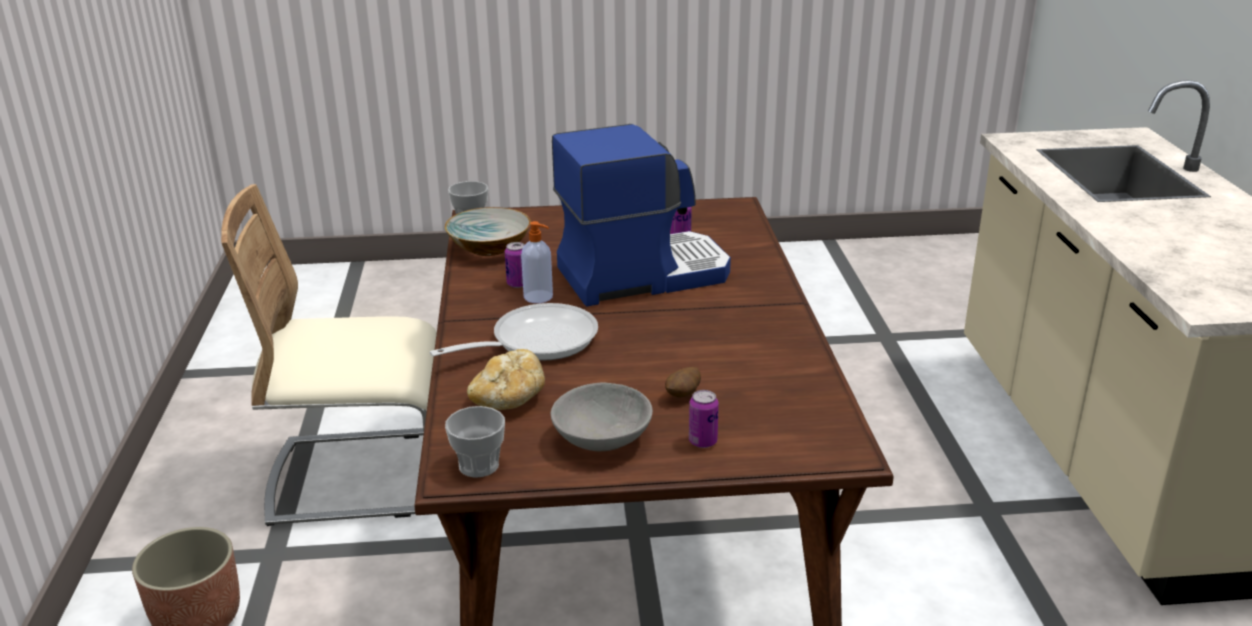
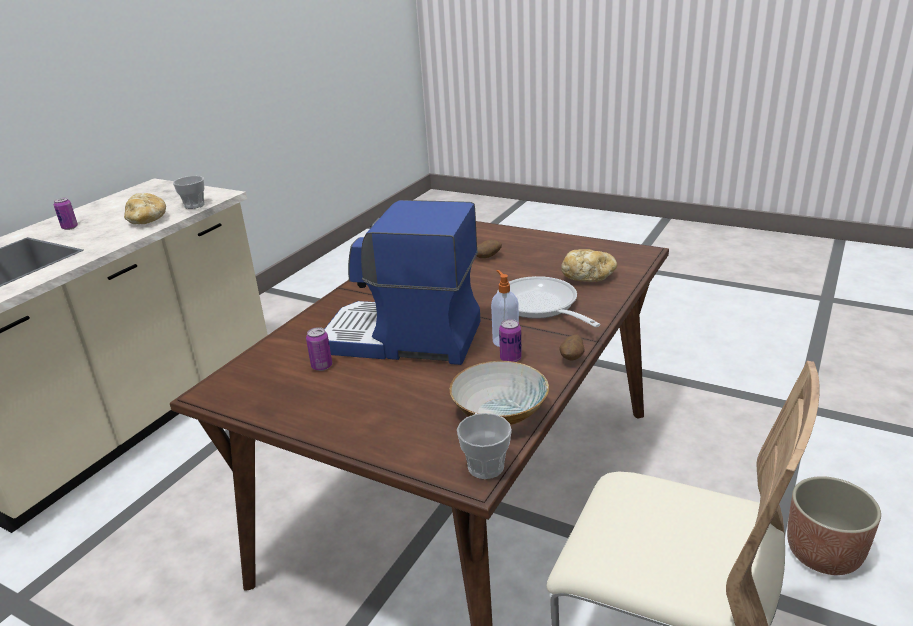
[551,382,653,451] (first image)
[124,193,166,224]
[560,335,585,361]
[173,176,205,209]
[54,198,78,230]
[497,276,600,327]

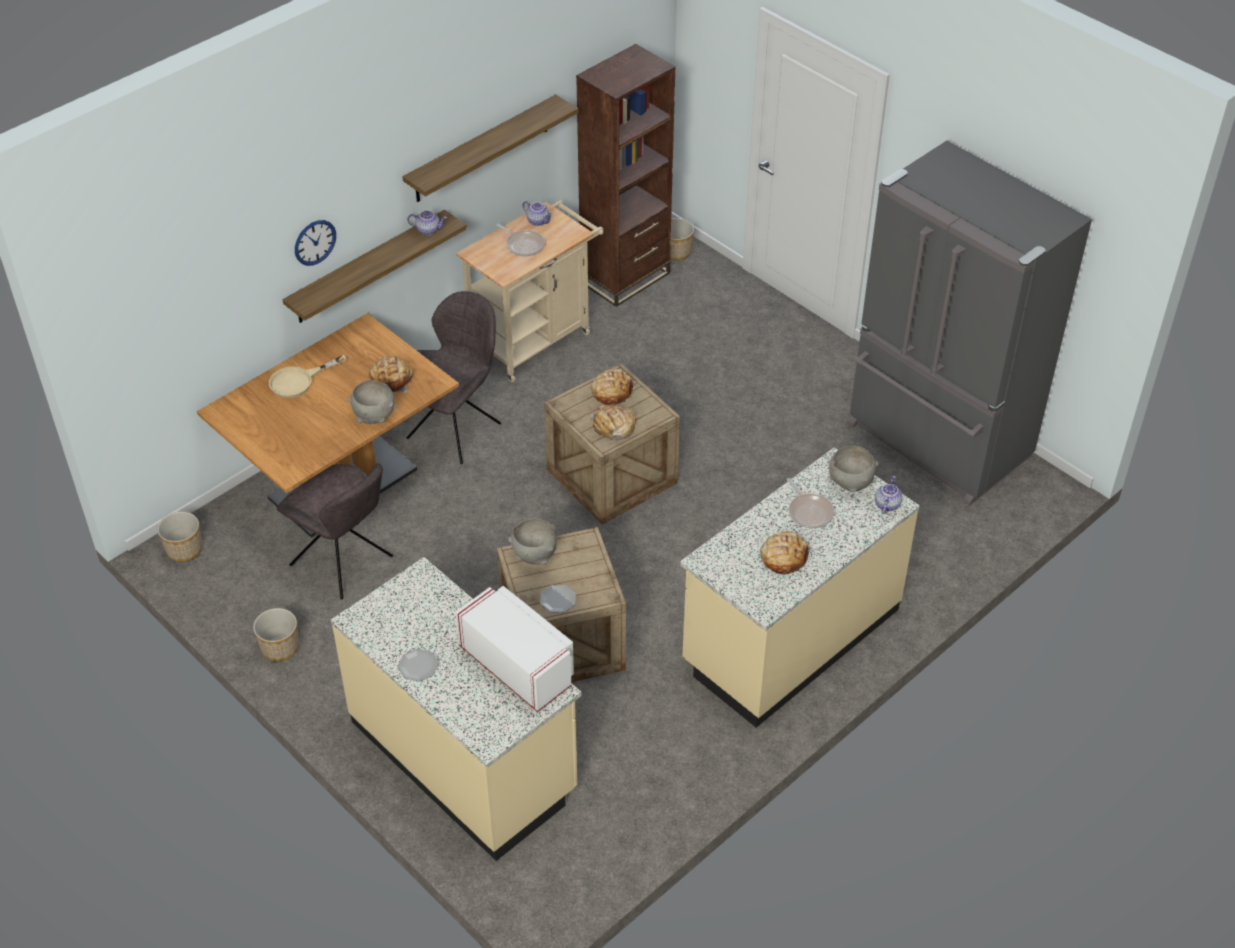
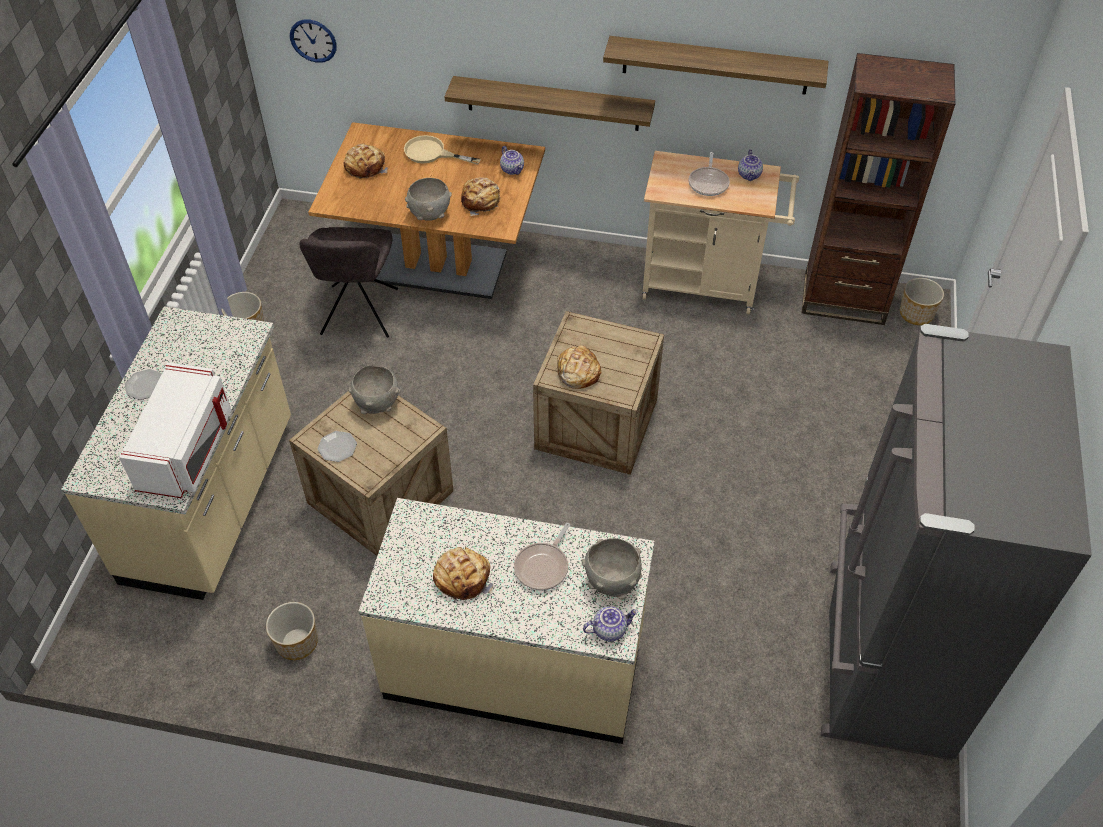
[407,291,501,464] (first image)
[266,602,318,660]
[290,19,337,63]
[500,146,524,175]
[343,143,388,179]

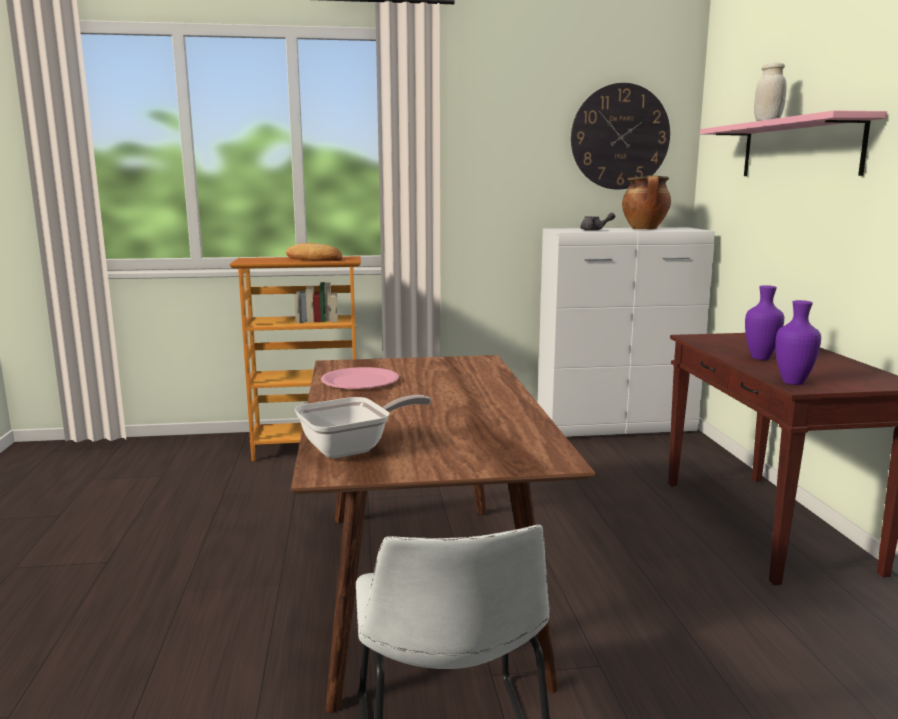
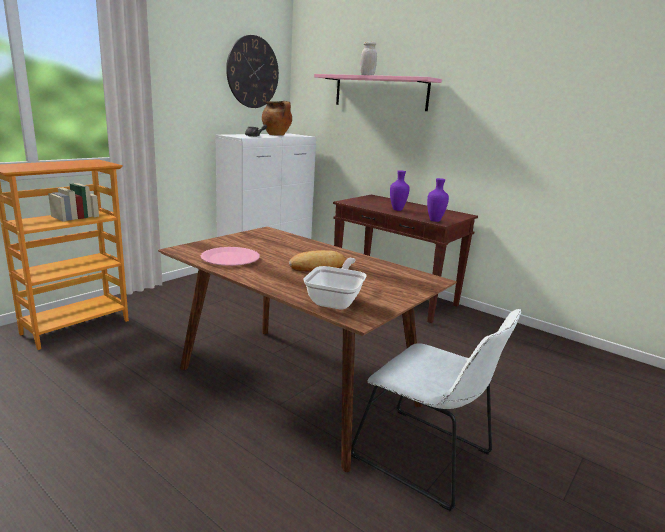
[289,250,346,271]

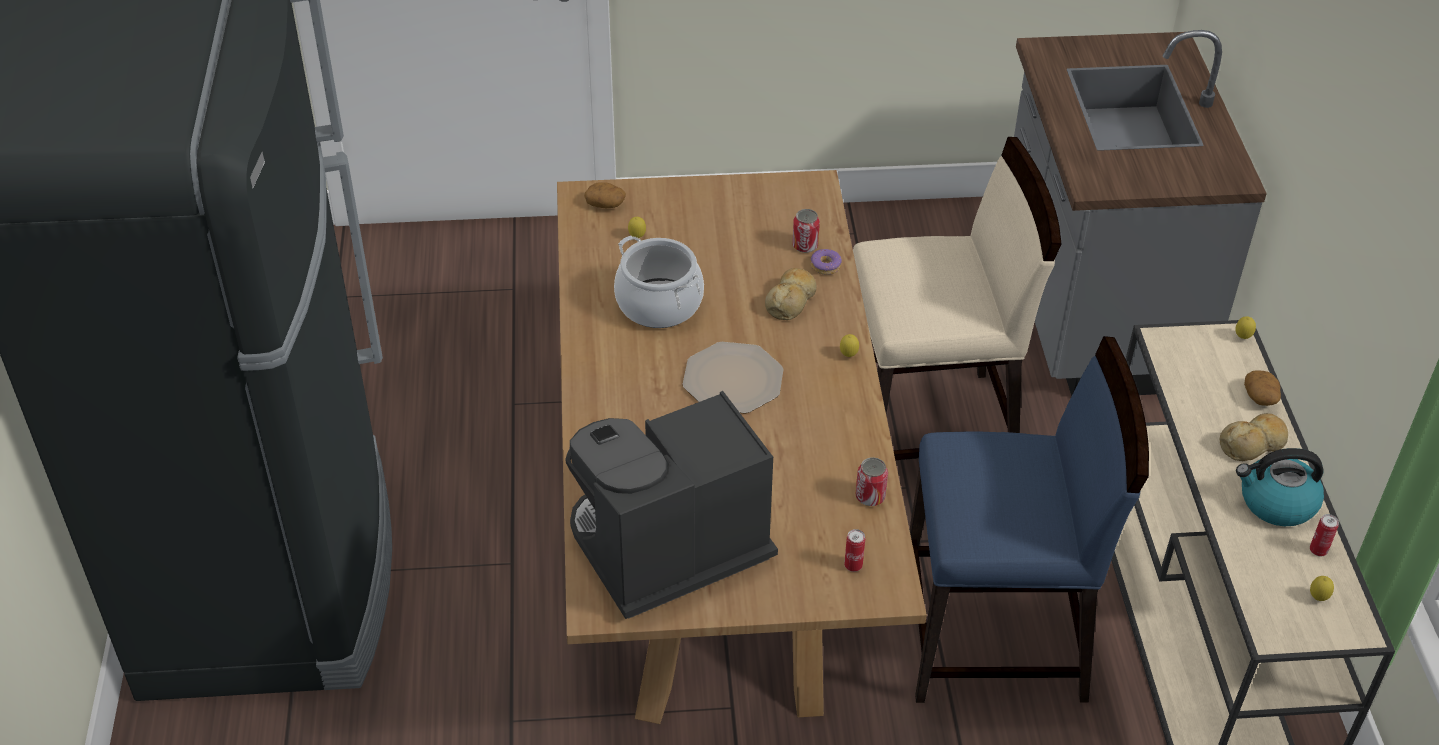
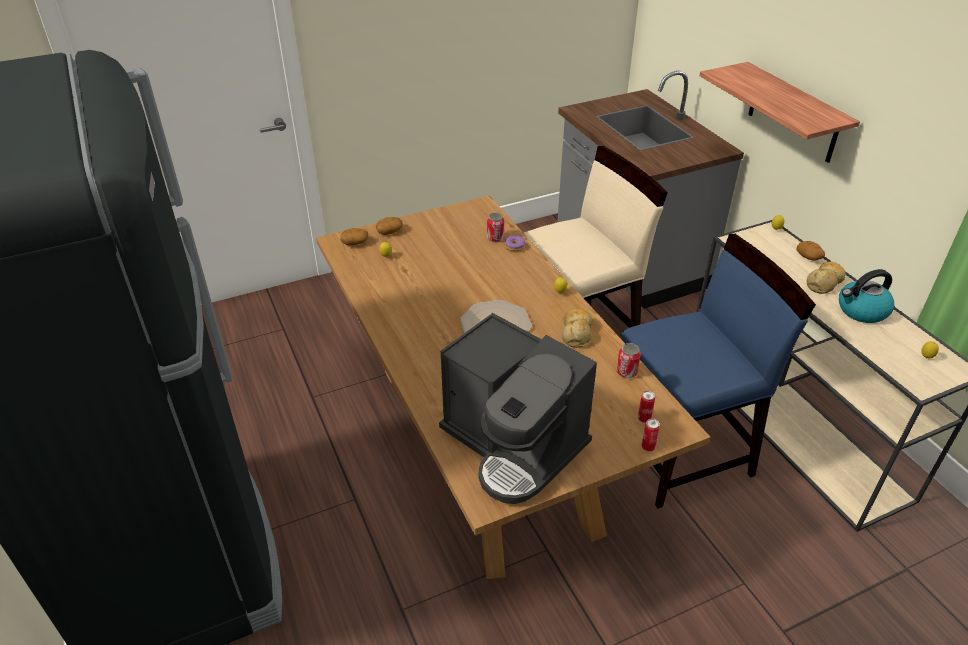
[614,236,704,328] (first image)
[376,217,402,235]
[699,62,860,163]
[562,308,592,348]
[642,418,660,451]
[439,313,597,504]

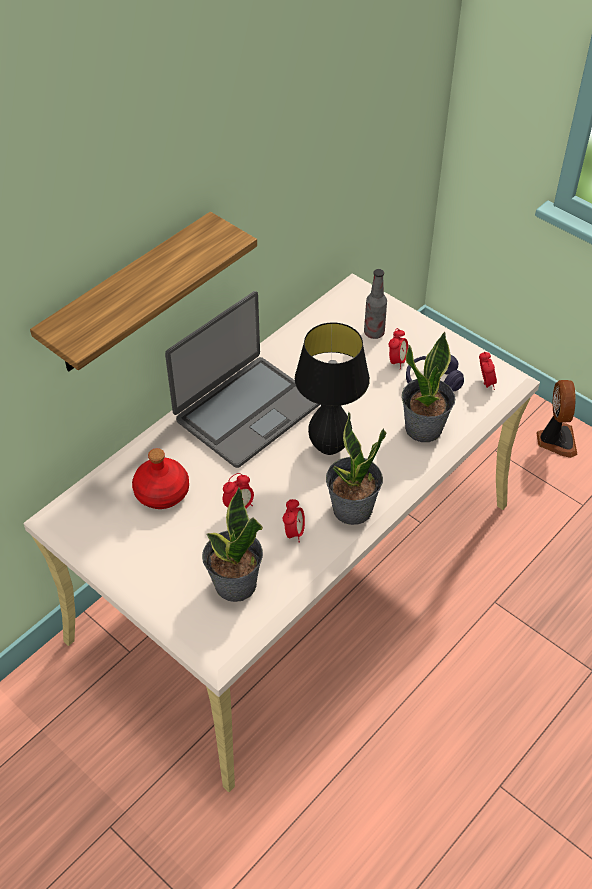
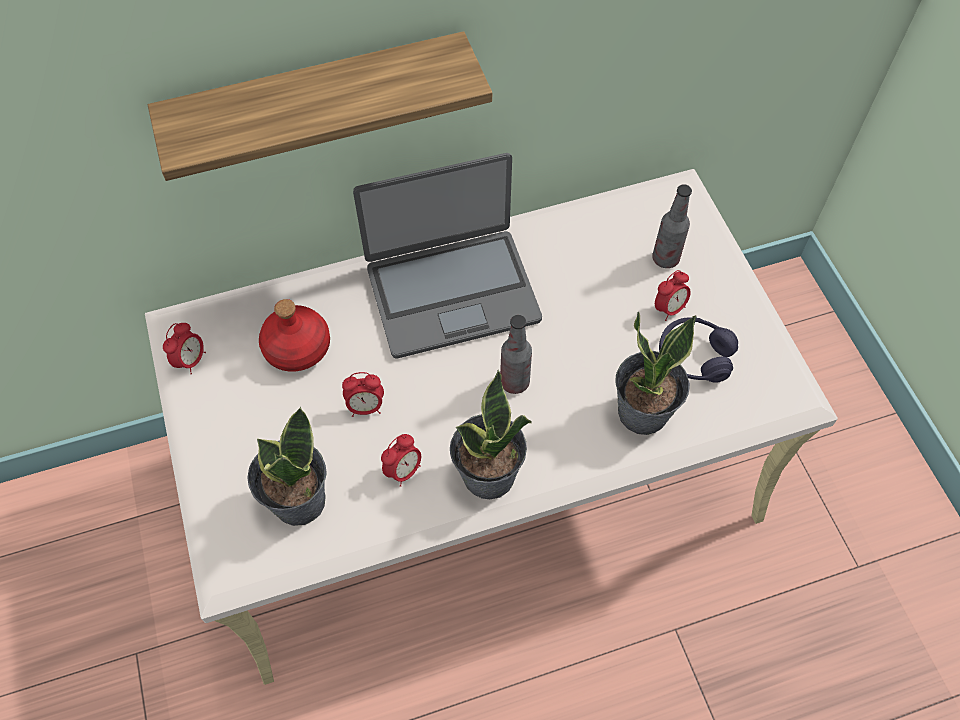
[536,380,578,458] (first image)
[163,323,206,374]
[500,315,532,394]

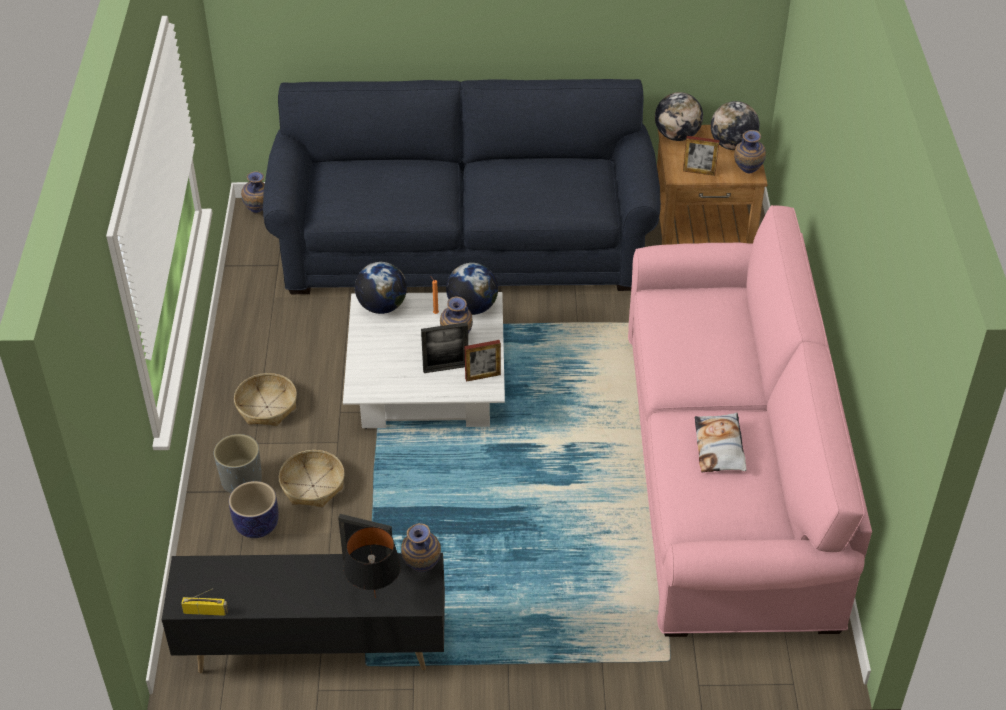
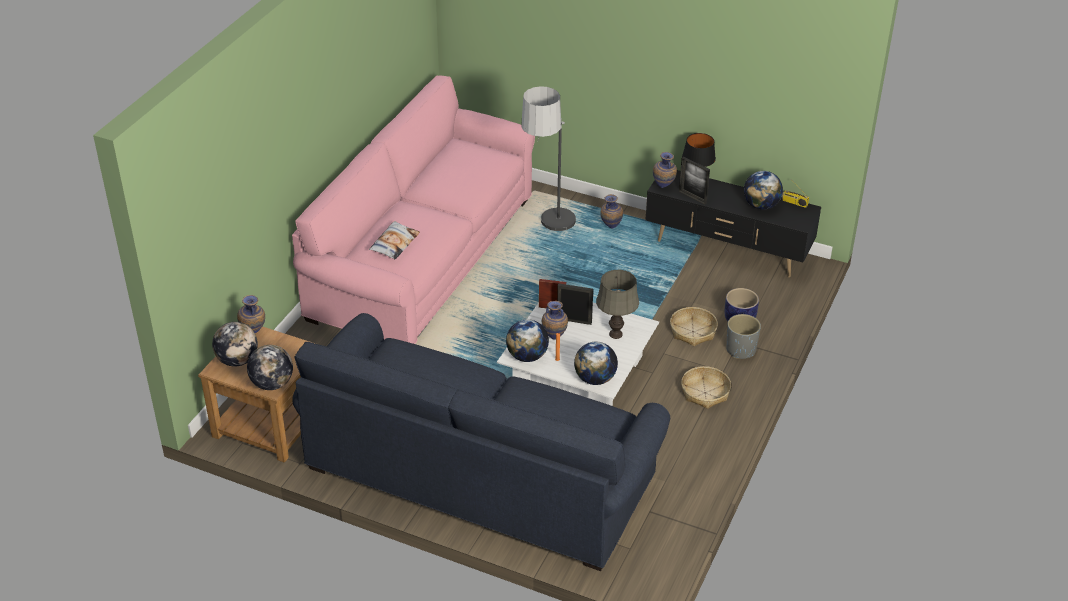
[683,136,720,176] (first image)
[521,86,576,231]
[596,270,639,339]
[744,171,783,210]
[600,194,623,229]
[369,221,420,260]

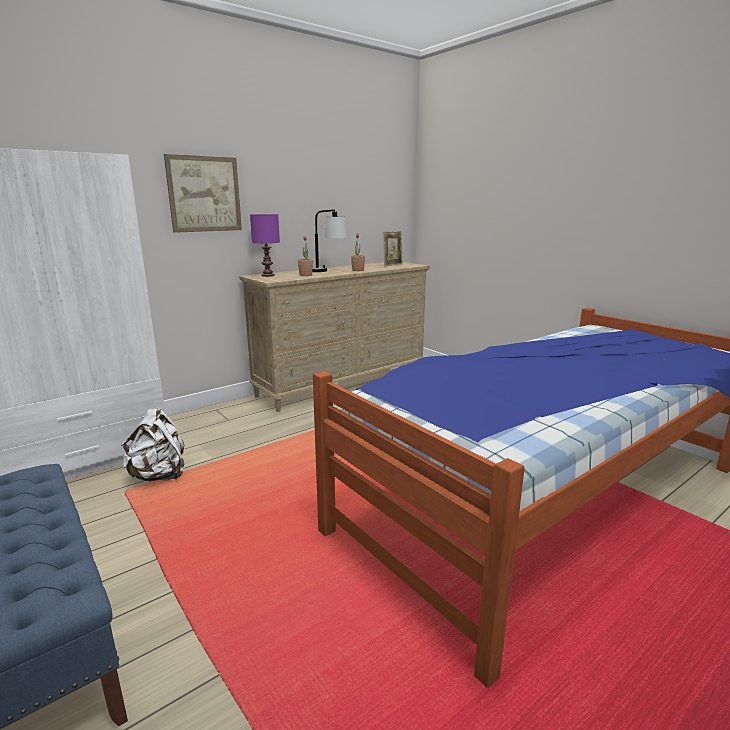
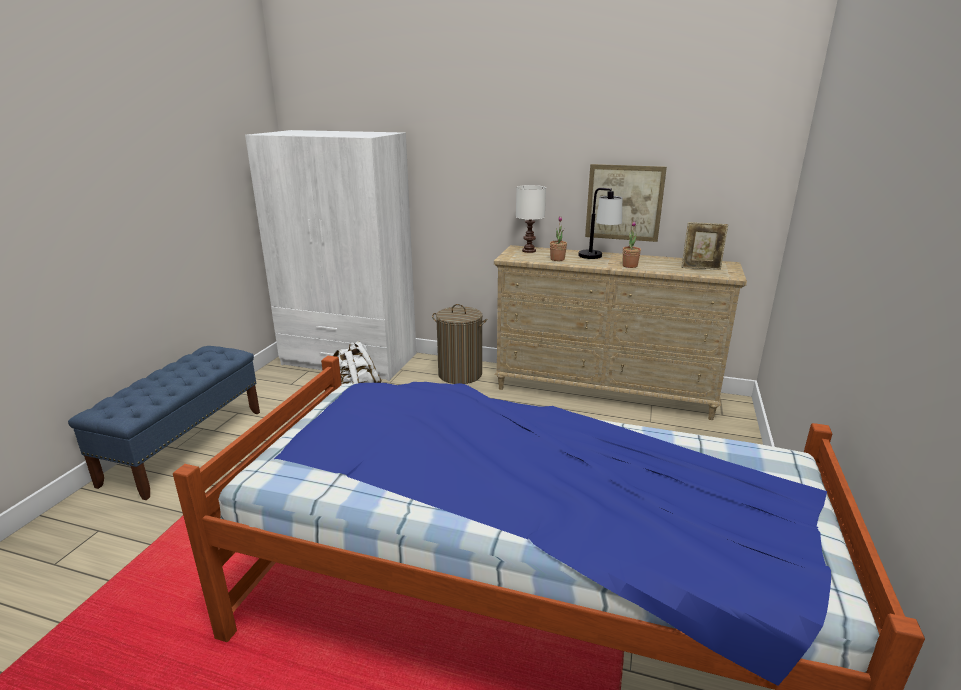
[432,304,488,384]
[585,164,667,242]
[516,185,546,253]

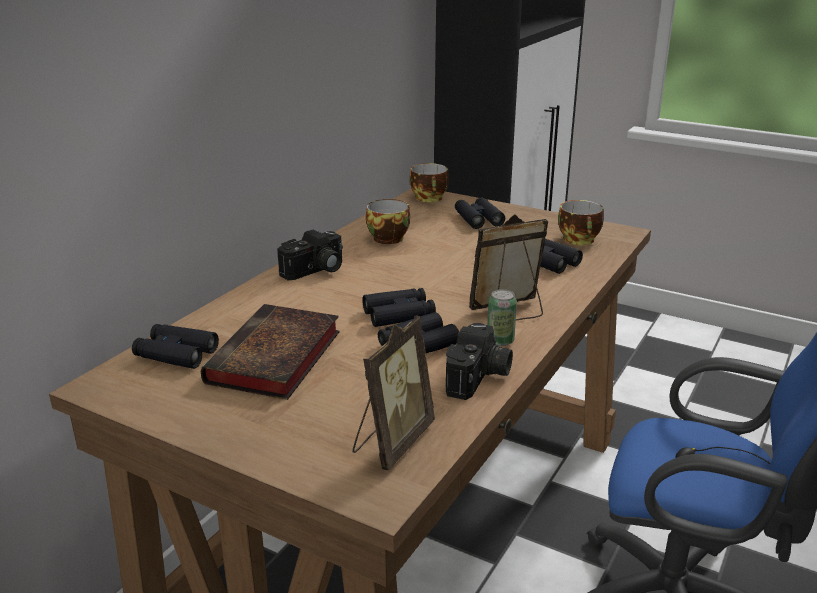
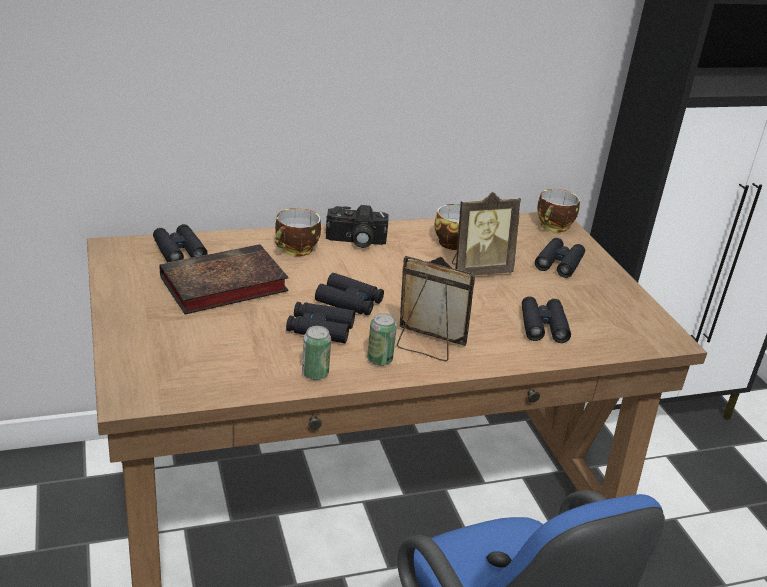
[452,192,521,276]
[275,208,321,256]
[302,326,331,380]

